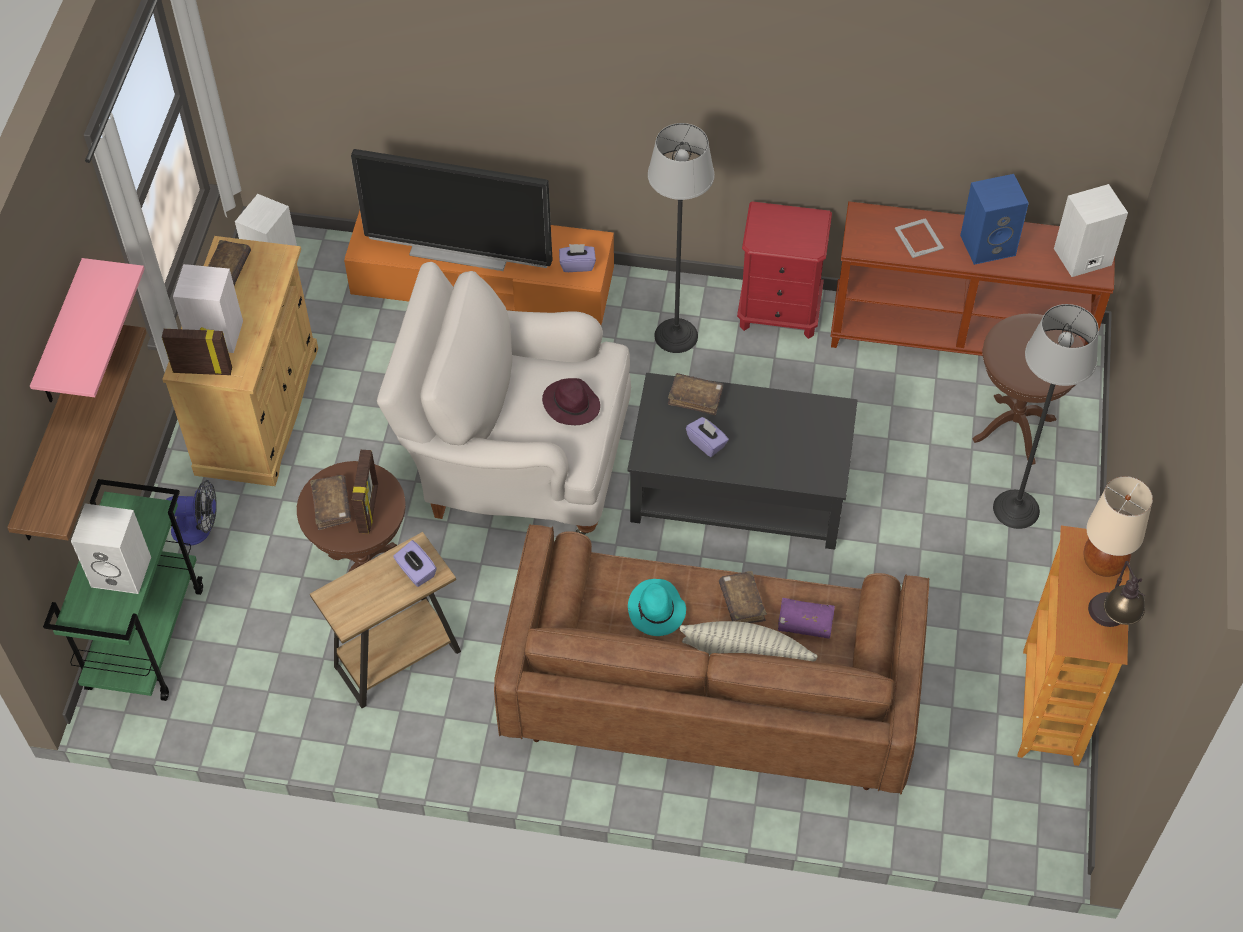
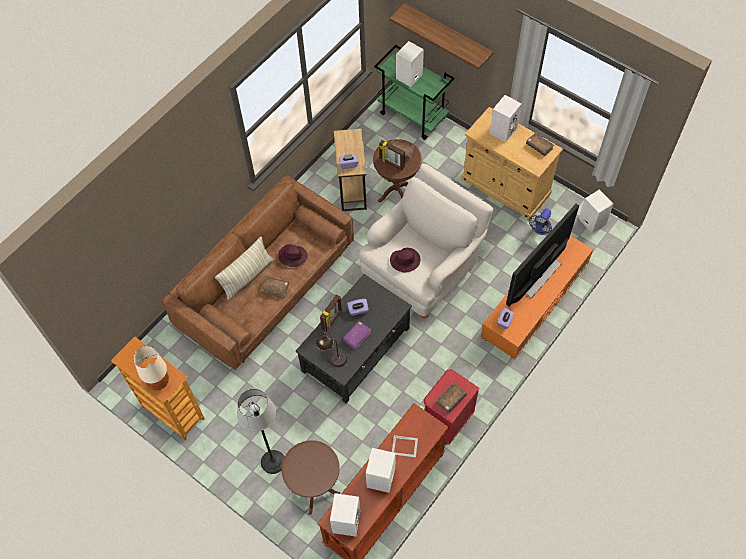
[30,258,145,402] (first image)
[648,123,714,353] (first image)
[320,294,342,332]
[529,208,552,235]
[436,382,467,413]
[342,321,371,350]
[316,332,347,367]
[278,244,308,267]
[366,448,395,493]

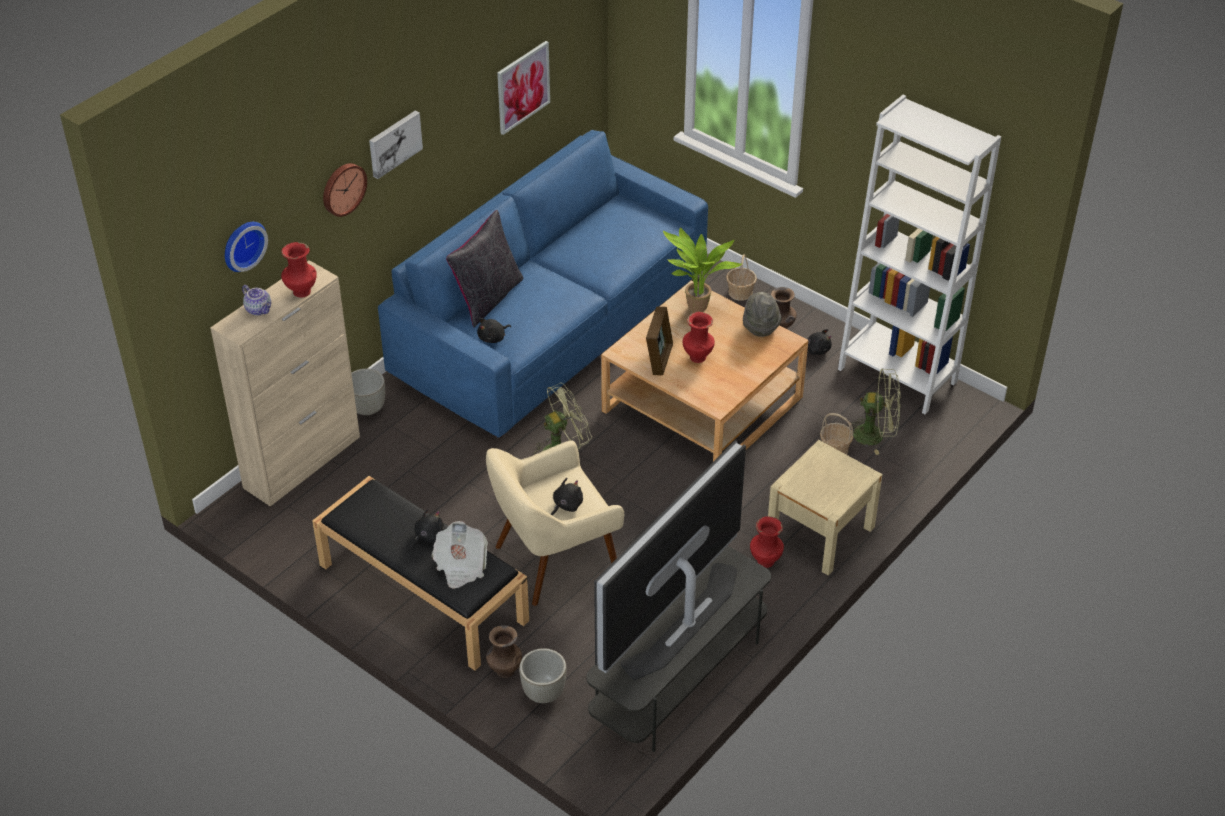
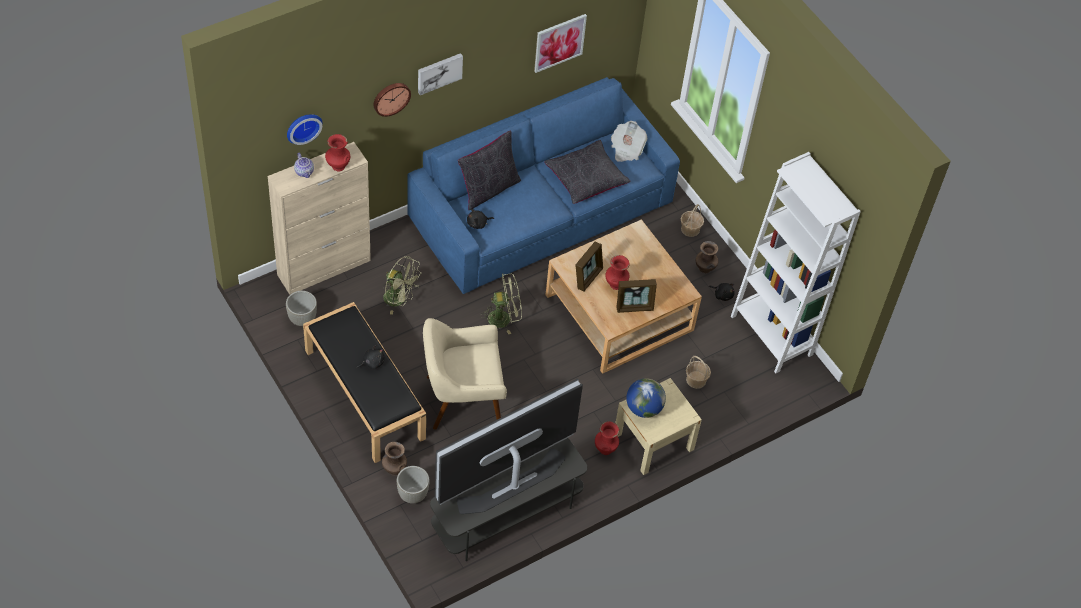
[551,478,583,515] (first image)
[663,228,742,313] (first image)
[743,292,781,337] (first image)
[545,140,631,204]
[616,279,657,313]
[626,378,666,418]
[286,291,317,326]
[611,121,647,162]
[382,256,422,315]

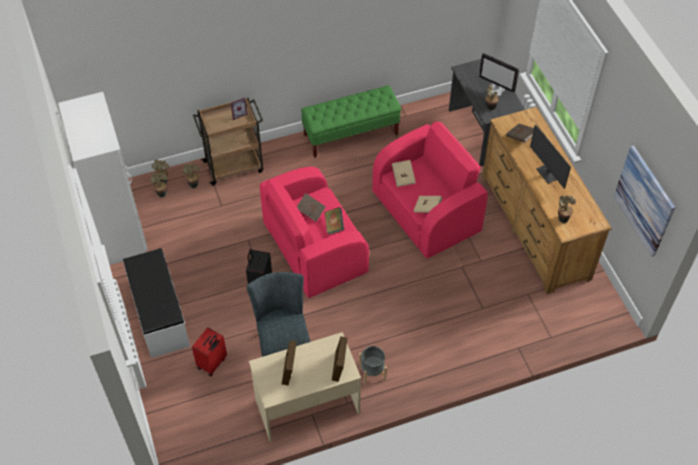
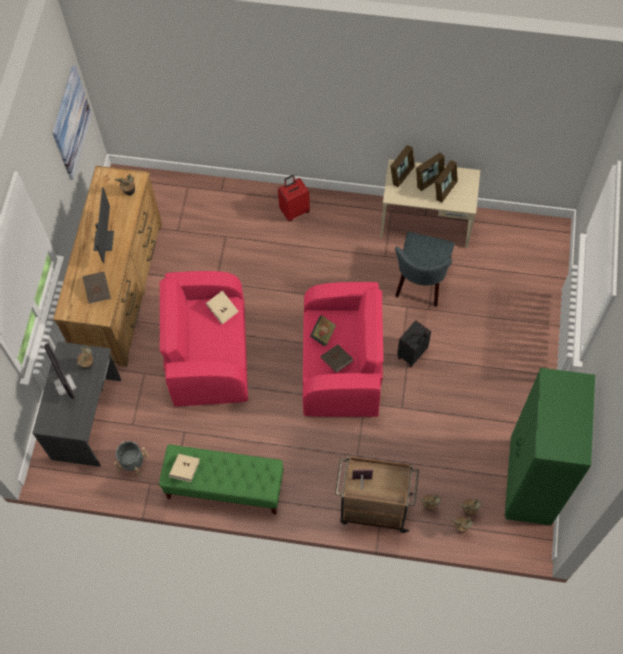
[123,248,190,358] (first image)
[416,152,445,191]
[278,175,310,221]
[114,441,149,478]
[169,454,200,482]
[505,368,595,525]

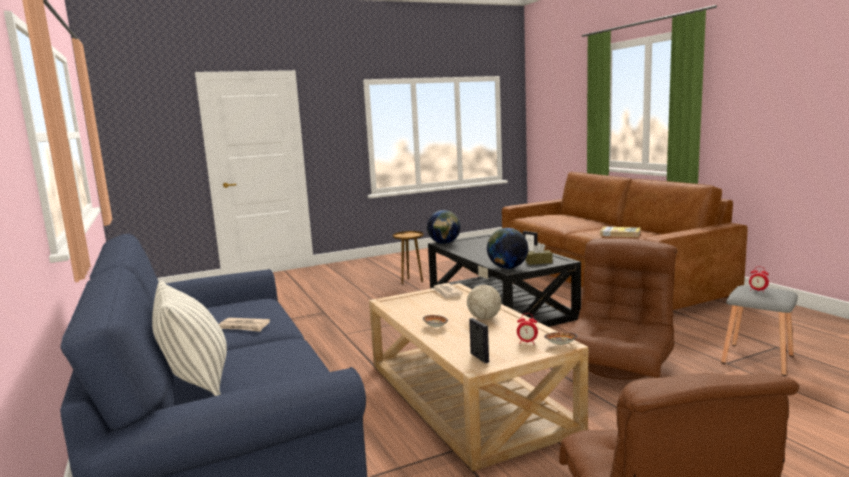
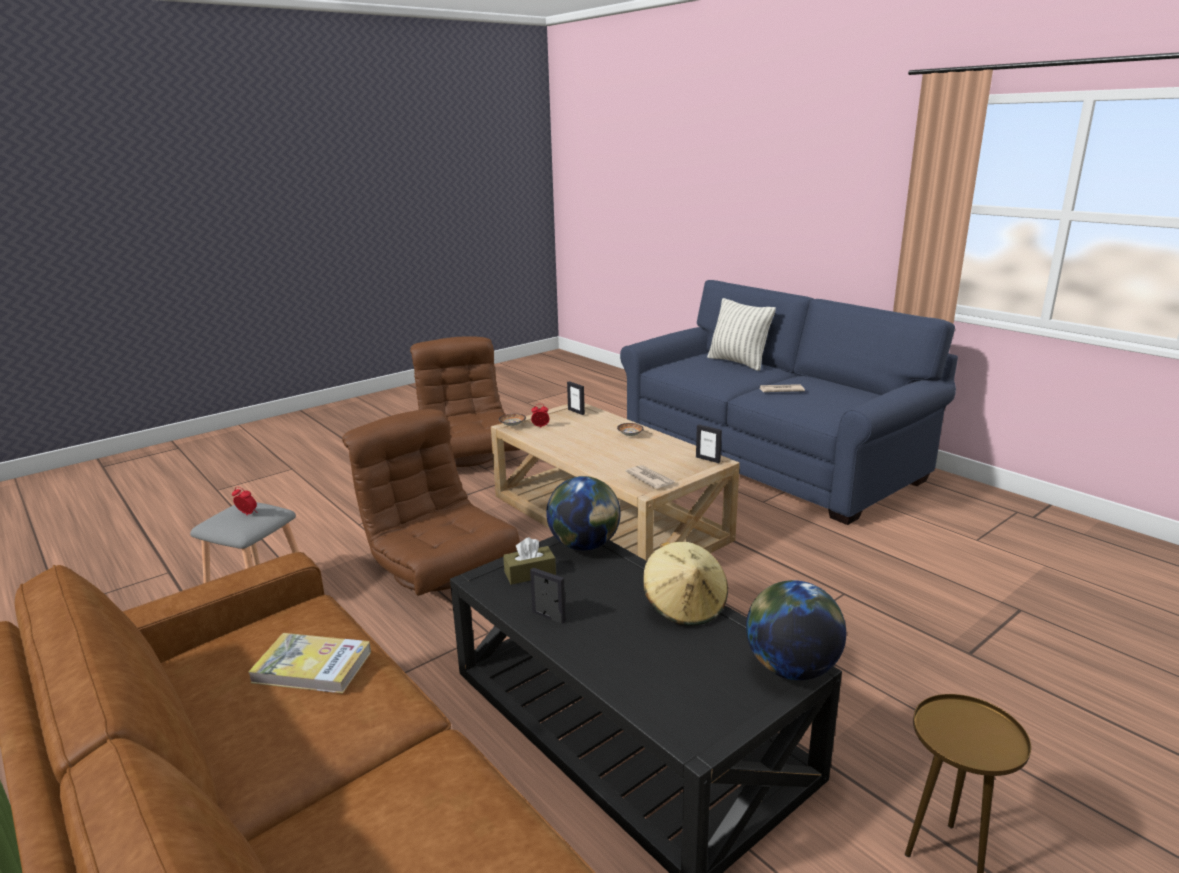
[467,266,501,319] (first image)
[643,542,728,626]
[696,424,722,463]
[342,409,520,596]

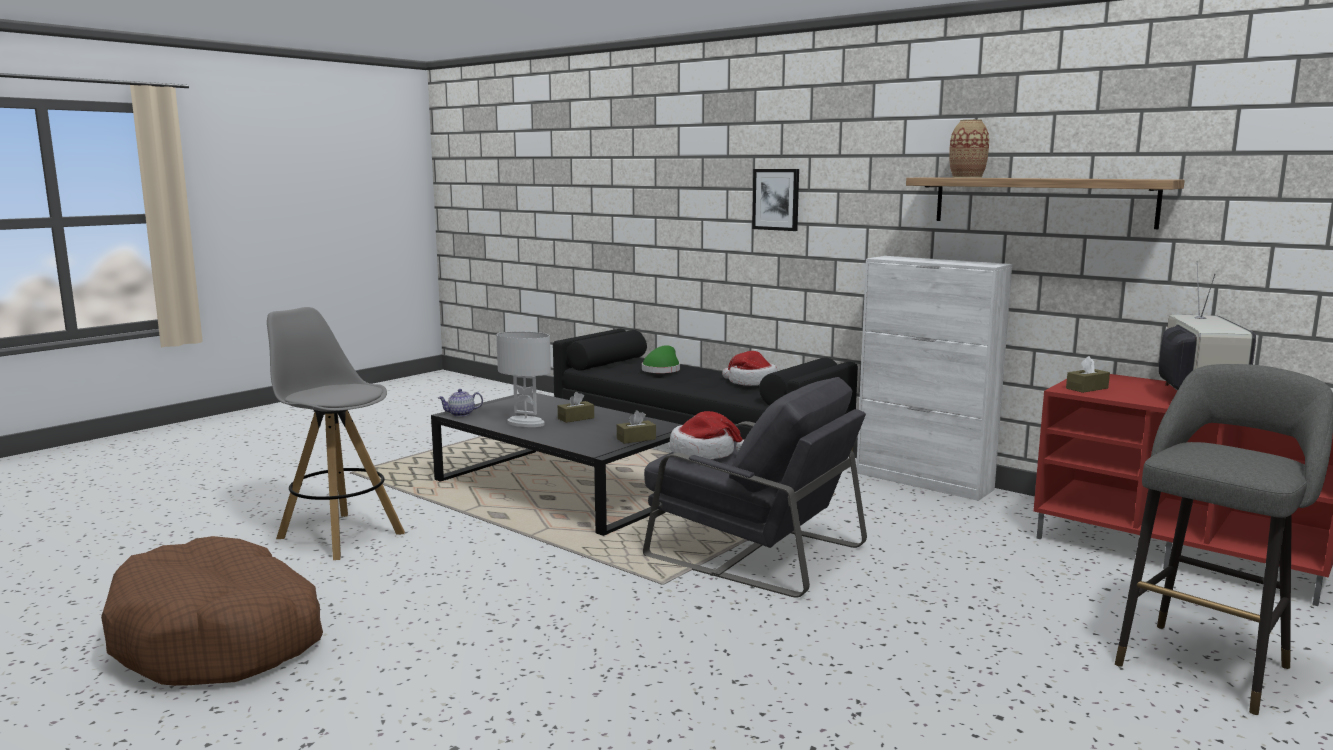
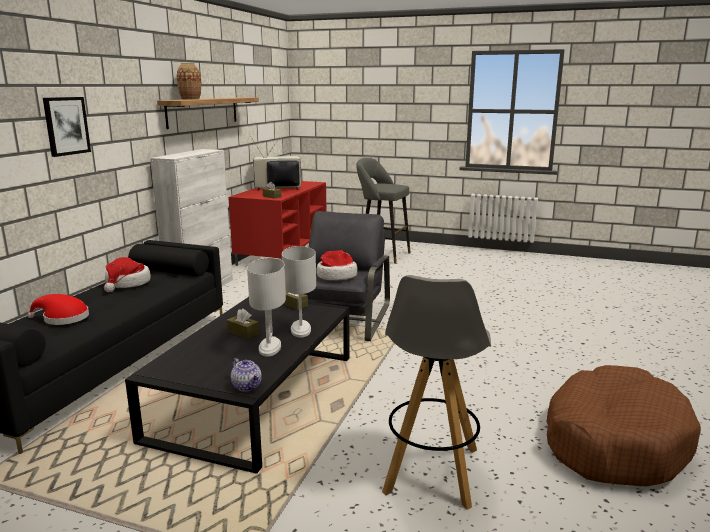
[282,246,316,338]
[27,294,89,325]

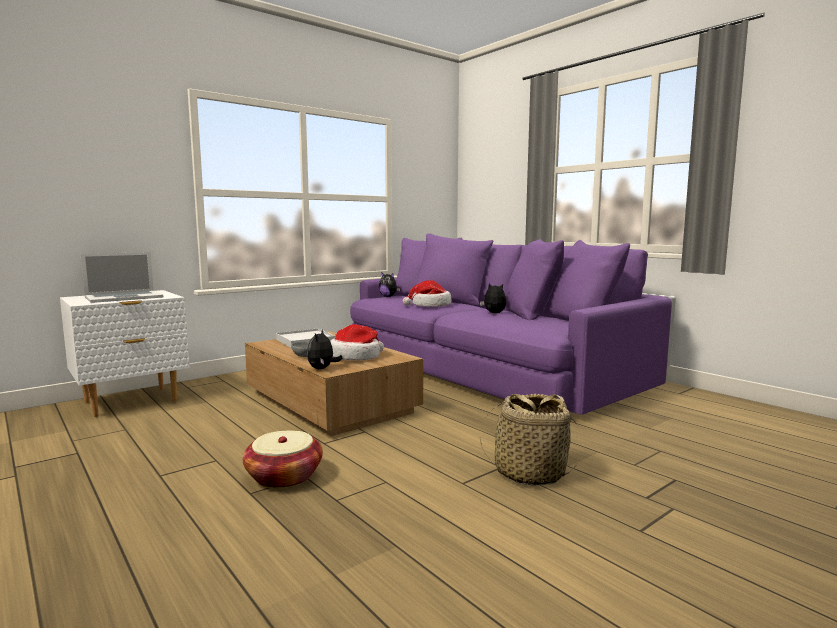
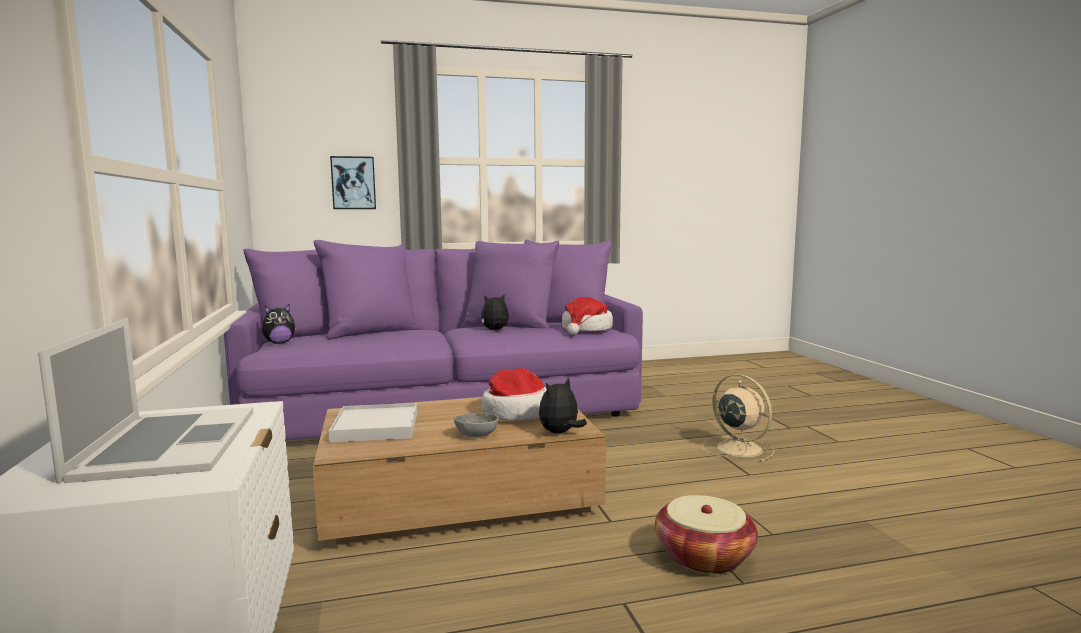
[330,156,376,209]
[562,297,613,335]
[702,374,775,462]
[539,377,587,433]

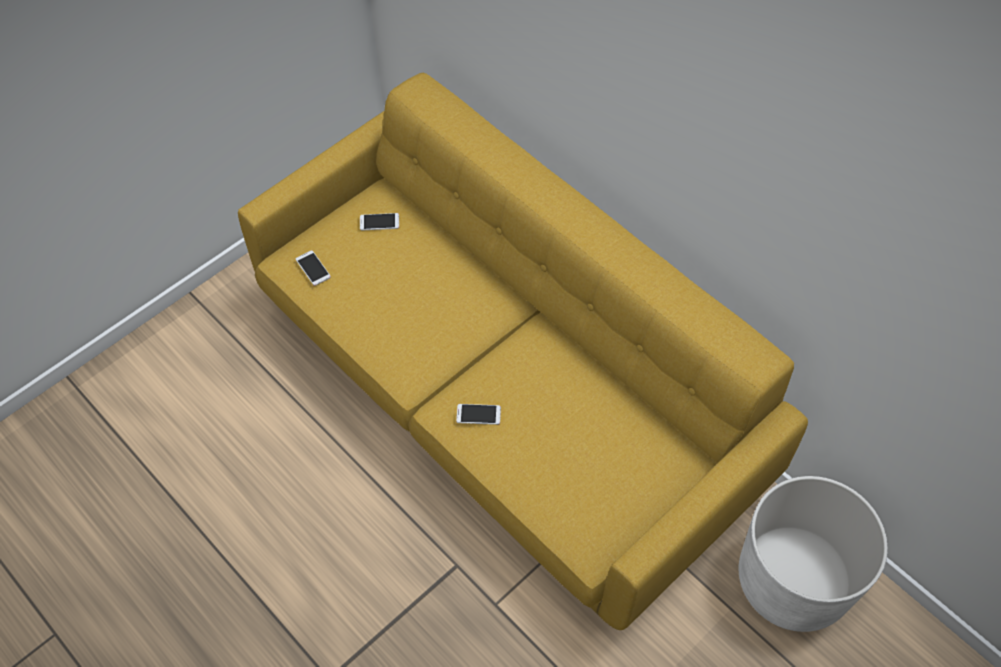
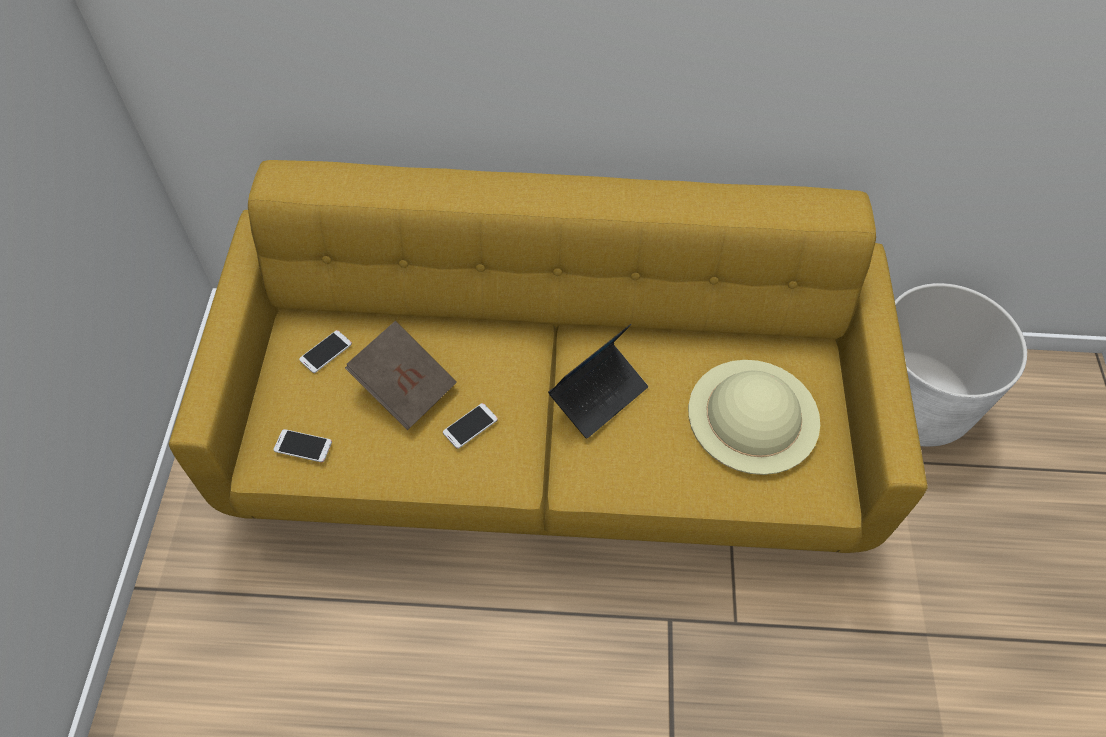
[345,321,457,430]
[548,324,648,439]
[688,360,820,475]
[443,403,498,449]

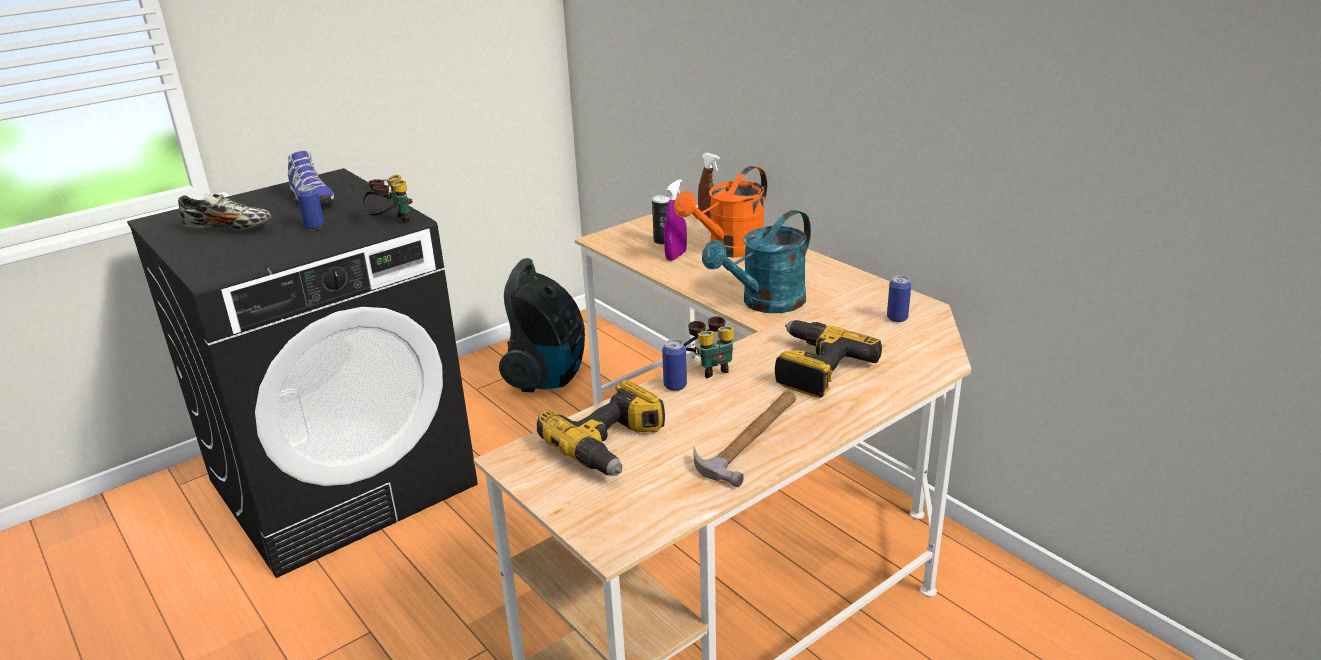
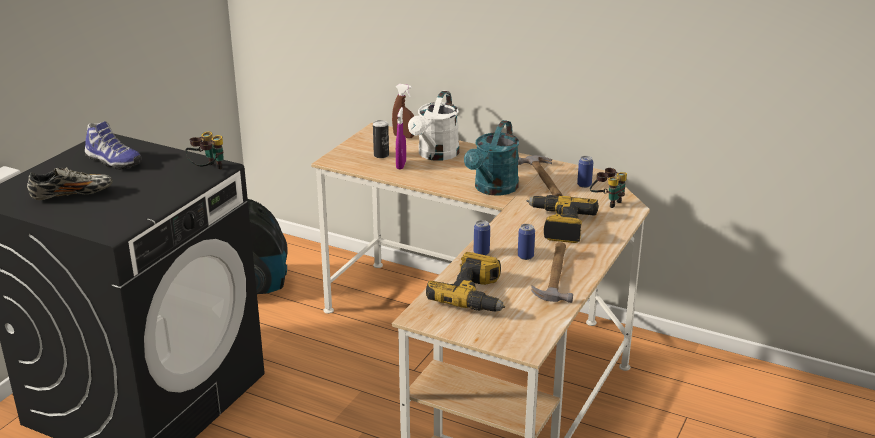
[518,155,563,197]
[518,224,535,260]
[590,168,627,208]
[408,90,459,161]

